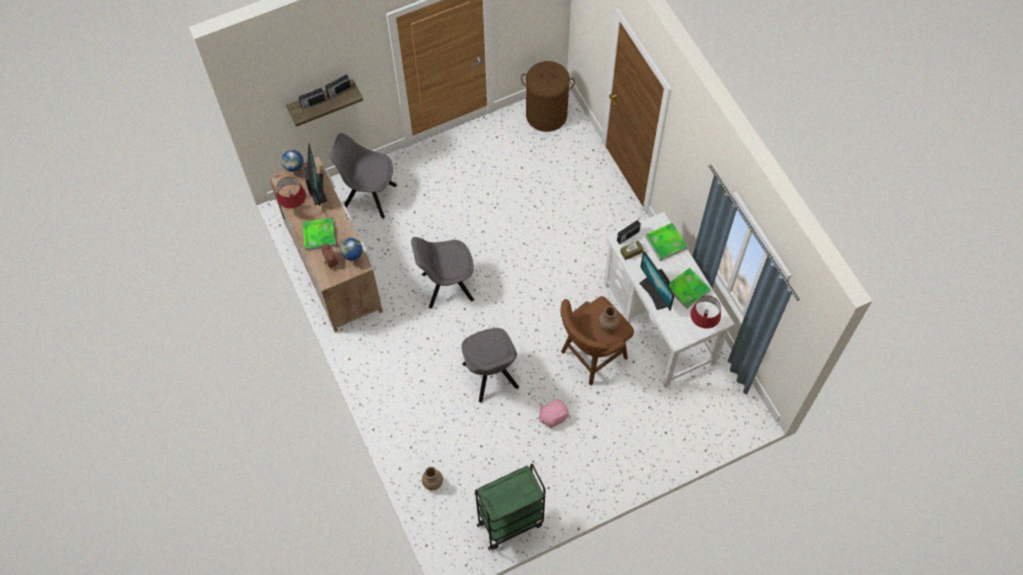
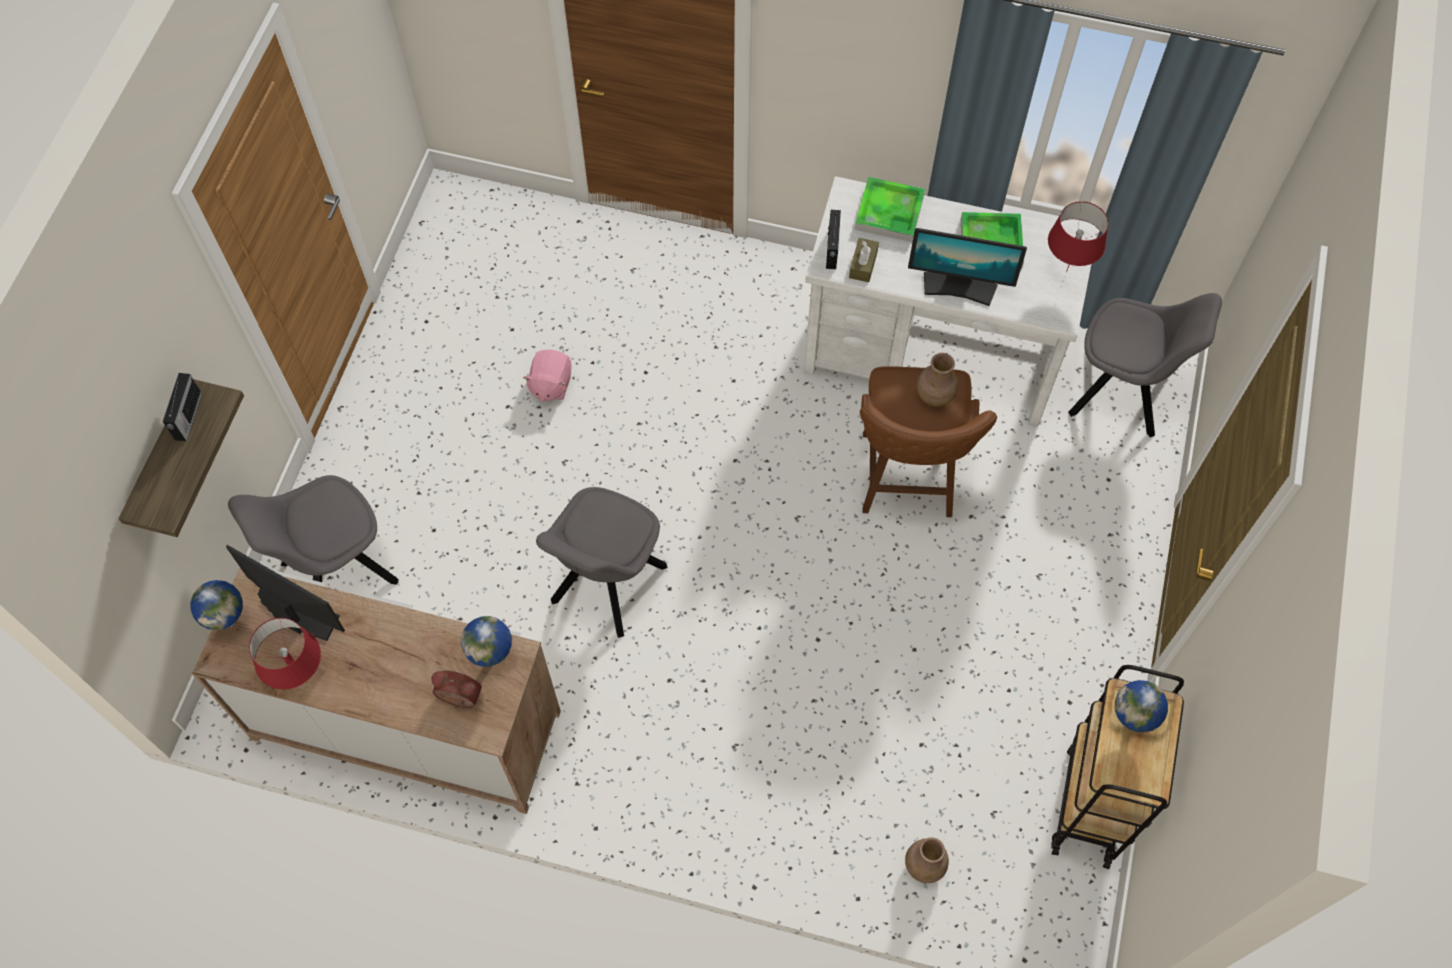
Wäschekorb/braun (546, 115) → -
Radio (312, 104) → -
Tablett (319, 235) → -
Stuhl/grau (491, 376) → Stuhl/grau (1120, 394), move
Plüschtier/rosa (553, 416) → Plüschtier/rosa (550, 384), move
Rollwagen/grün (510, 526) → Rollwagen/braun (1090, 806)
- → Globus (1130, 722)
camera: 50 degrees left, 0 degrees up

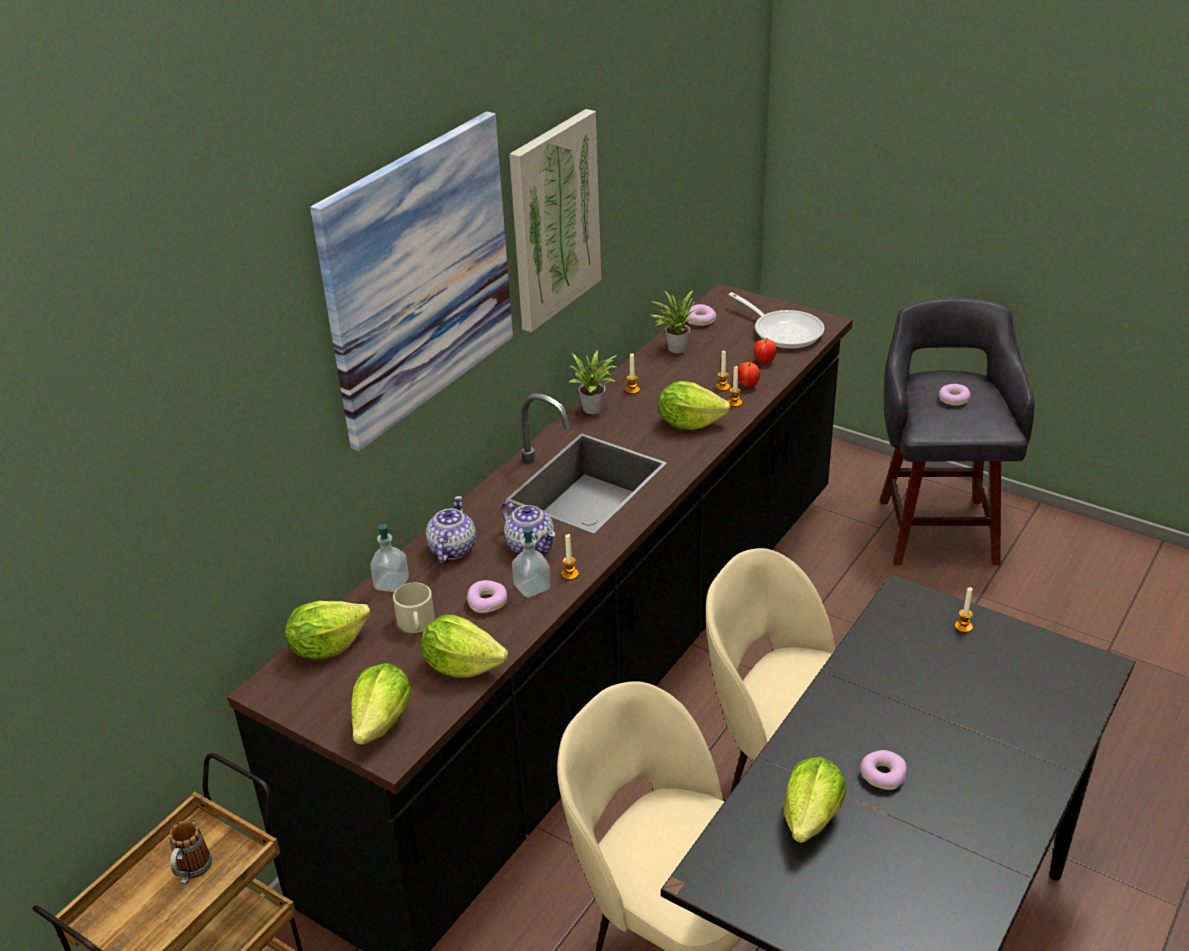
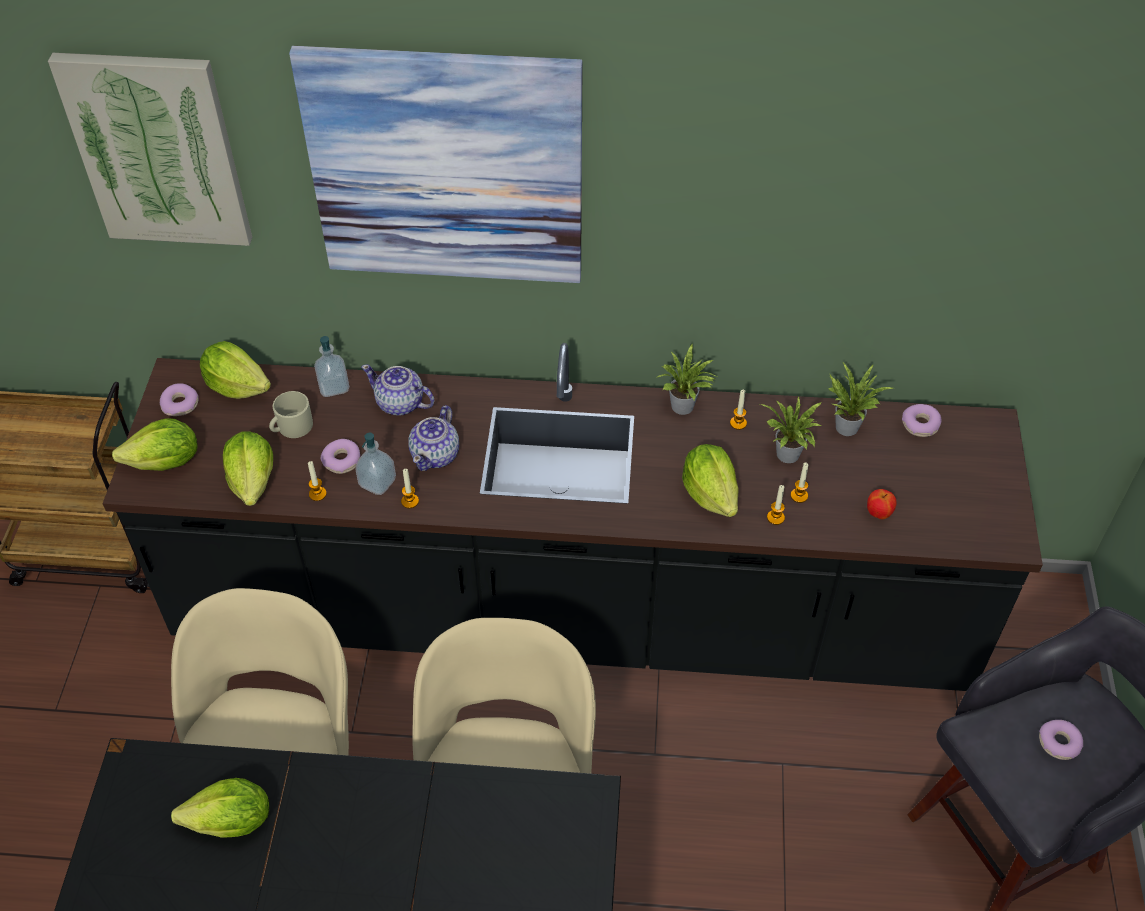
Bild (553, 220) → Bild (158, 150), move
Pfanne (783, 331) → -
Apfel (748, 385) → -
Teekanne (451, 549) → Teekanne (400, 404), 135 degrees counterclockwise
Kerze (963, 627) → Kerze (317, 494), move
Donut (882, 775) → Donut (180, 404), move
Henkelbecher (191, 872) → -
- → Topfpflanze (787, 457)
camera: 60 degrees right, 15 degrees up

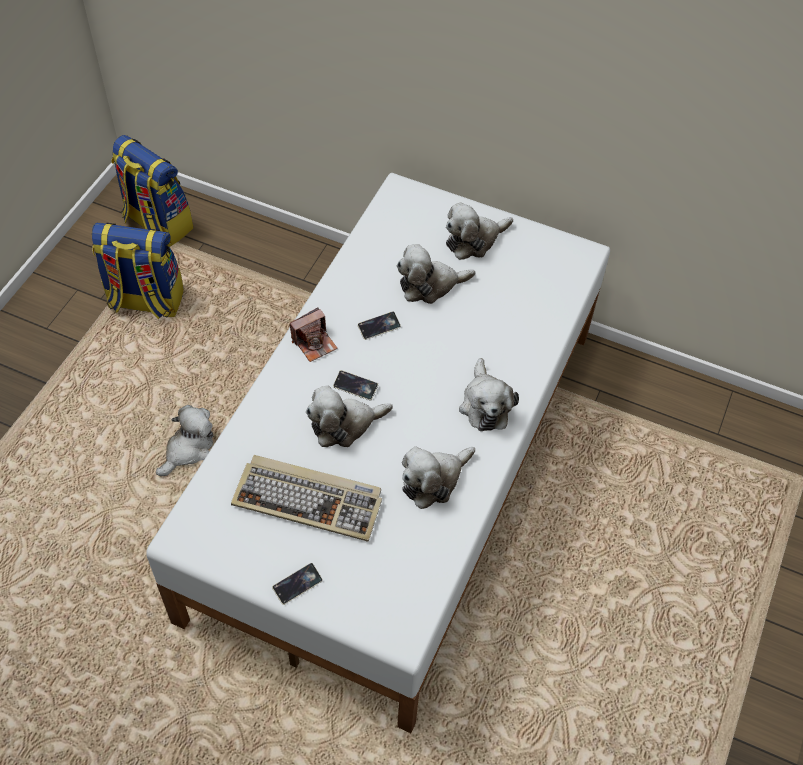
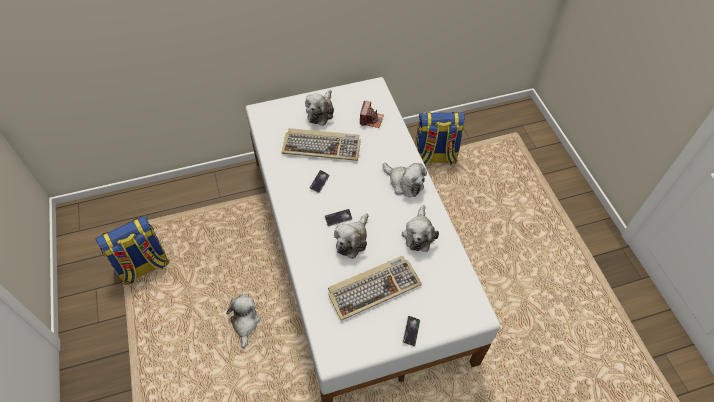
Rucksack (157, 224) → Rucksack (434, 157), move
Plüschtier (430, 285) → Tastatur (322, 146)
Kamera (314, 343) → Kamera (371, 119), move
camera: 40 degrees left, 0 degrees up

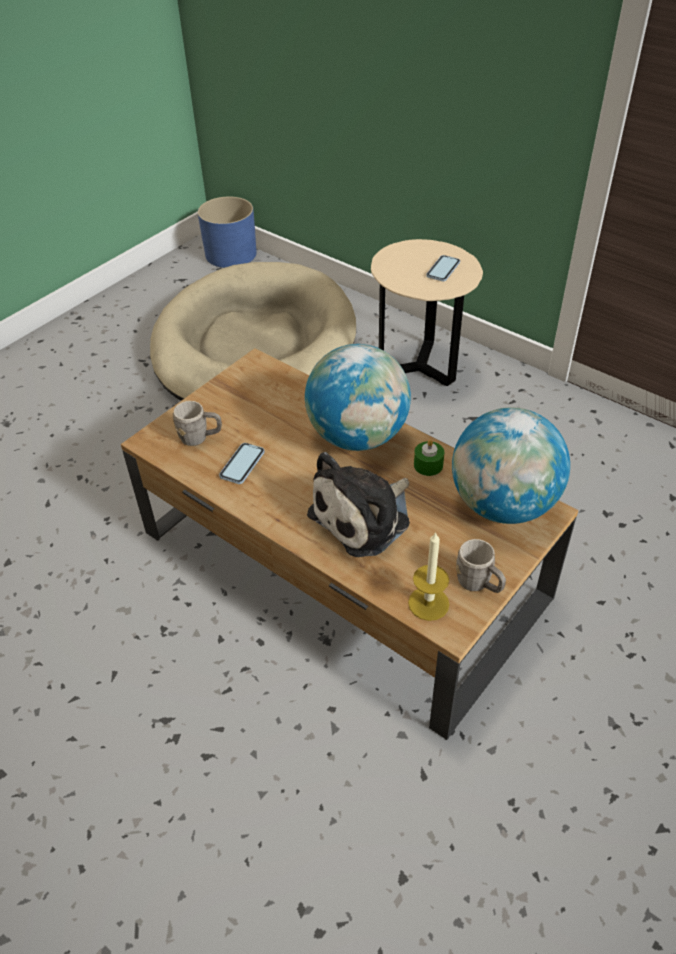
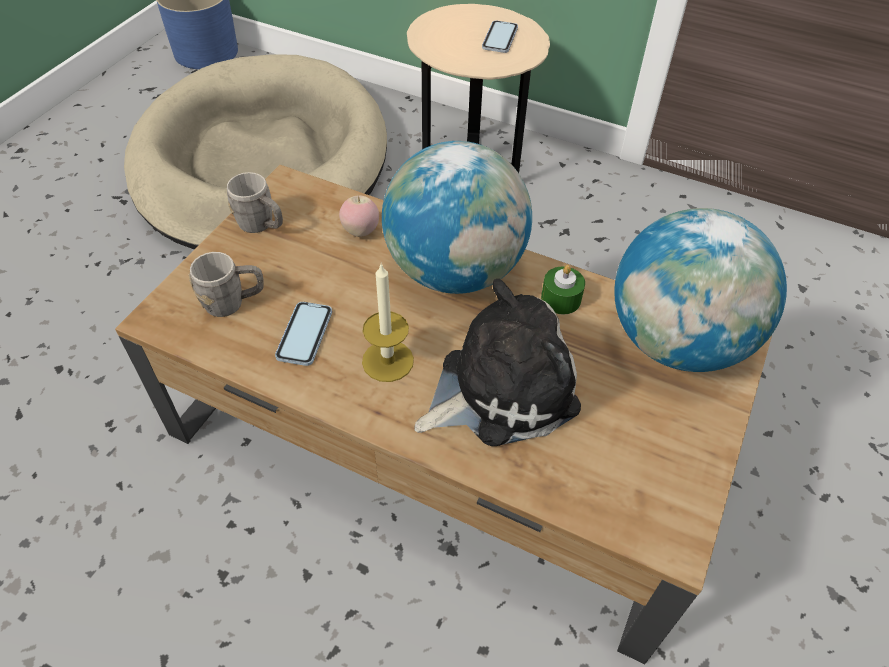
Plüschtier (364, 517) → Plüschtier (499, 388), 150 degrees counterclockwise
Kerze (428, 603) → Kerze (388, 361), move
Henkelbecher/grau (479, 584) → Henkelbecher/grau (261, 225), move
- → Apfel (361, 231)
camera: 15 degrees left, 5 degrees up

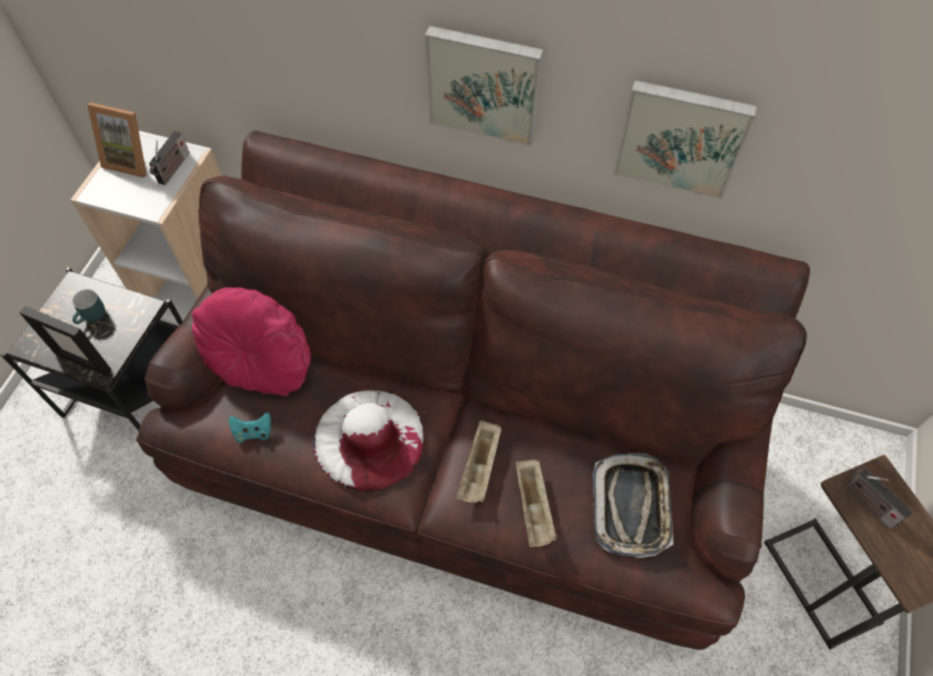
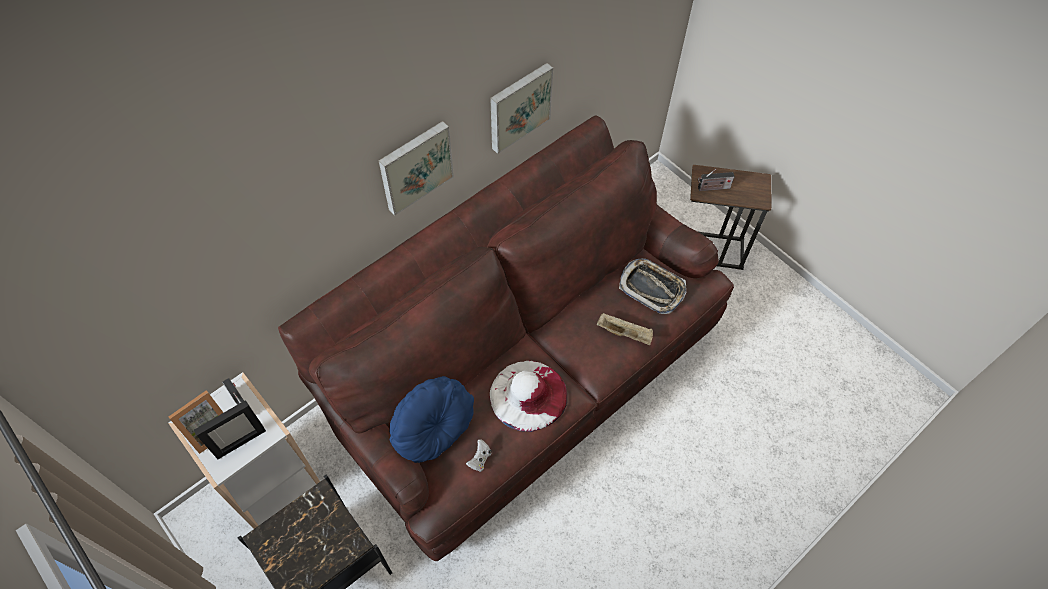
Kissen/rosa (263, 370) → Kissen/blau (435, 434)
Henkelbecher/türkis (93, 317) → -
Bilderrahmen (84, 360) → Bilderrahmen (240, 441), move
Gamepad/türkis (253, 432) → Gamepad/weiß (480, 459)
Tablett/beige (480, 468) → -
camera: 60 degrees left, 0 degrees up

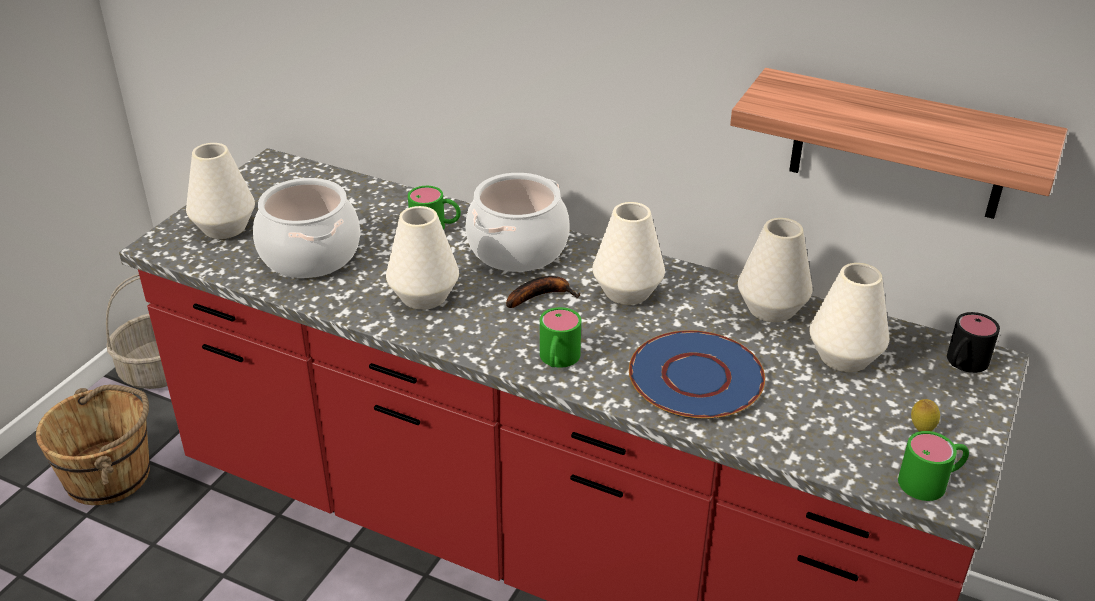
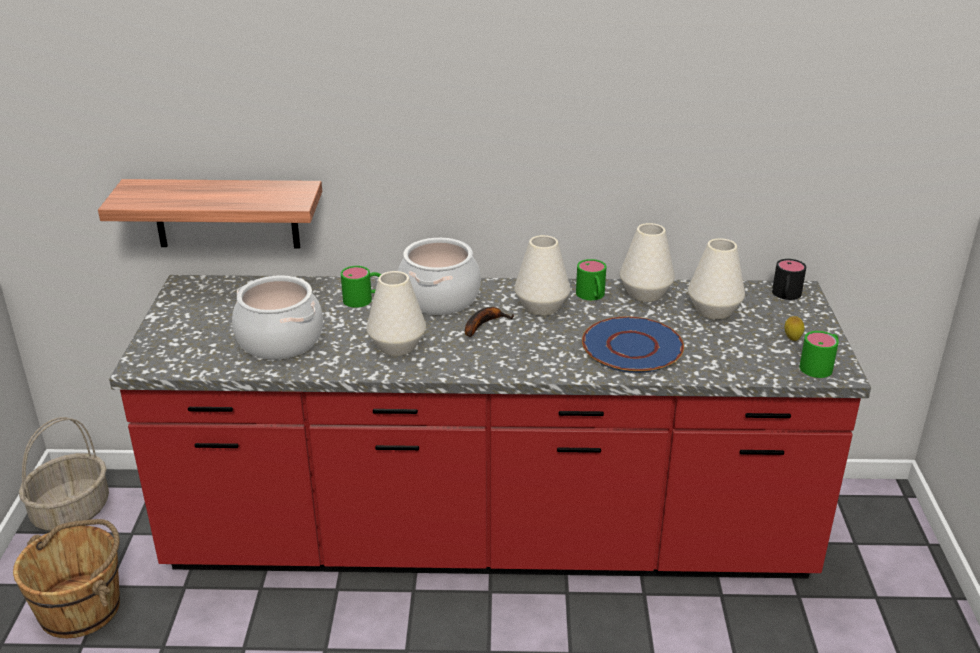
Wandregal (899, 145) → Wandregal (226, 213), move
Vase/weiß (225, 227) → -
Henkelbecher/grün (557, 360) → Henkelbecher/grün (592, 296), move
camera: 25 degrees left, 5 degrees down

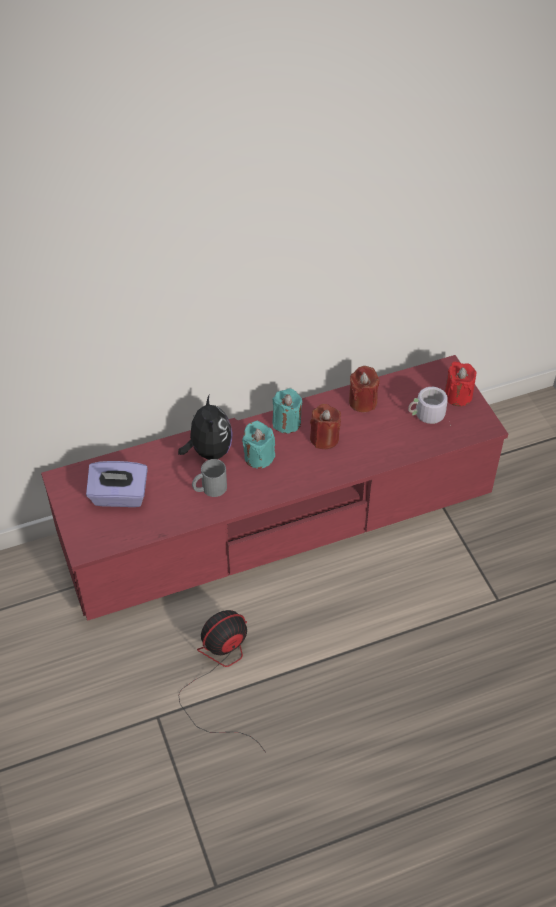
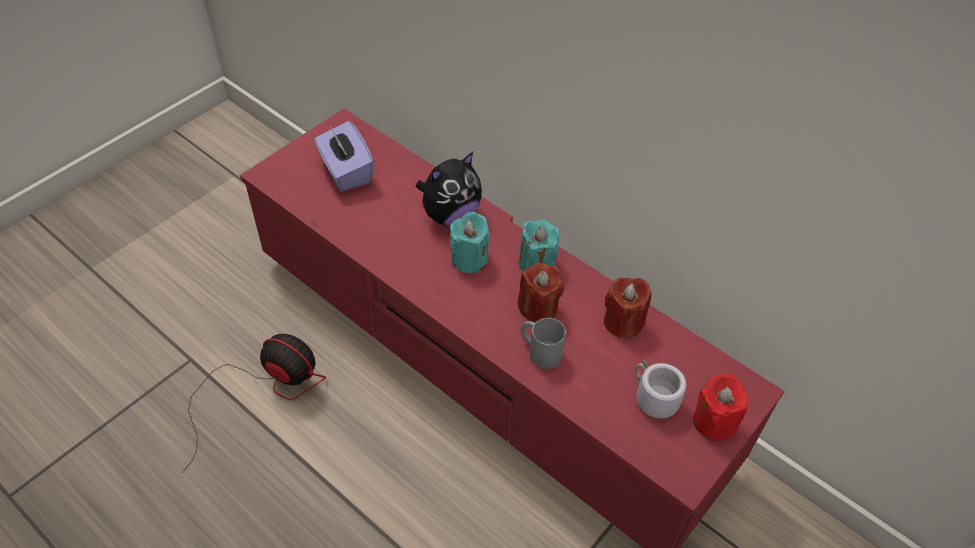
Henkelbecher/grau (209, 489) → Henkelbecher/grau (539, 351), move
camera: 60 degrees right, 0 degrees up

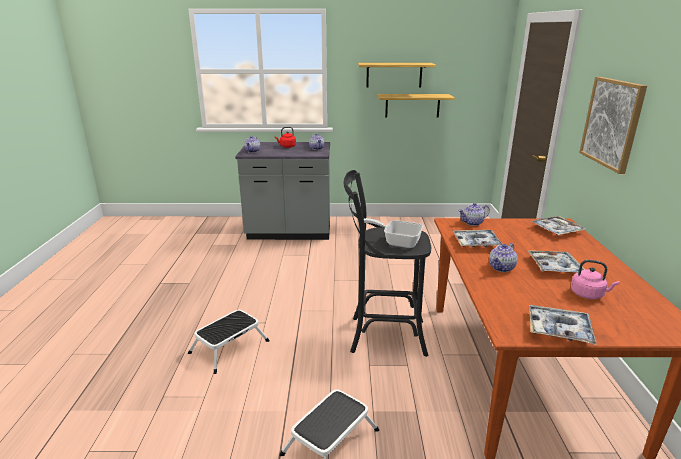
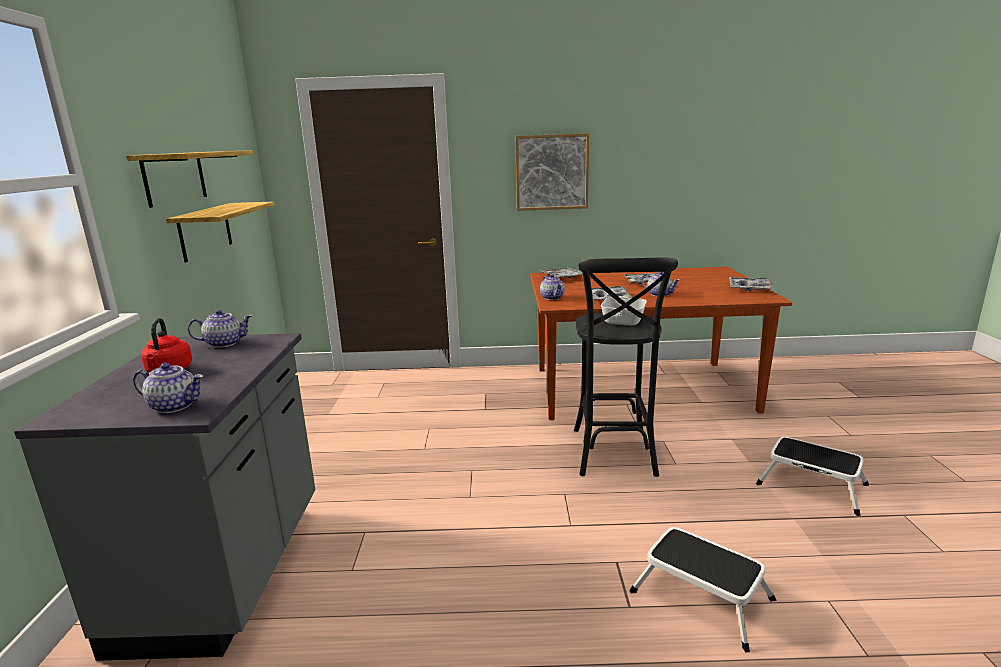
Wasserkessel/rosa (588, 294) → -
camera: 90 degrees left, 5 degrees down

